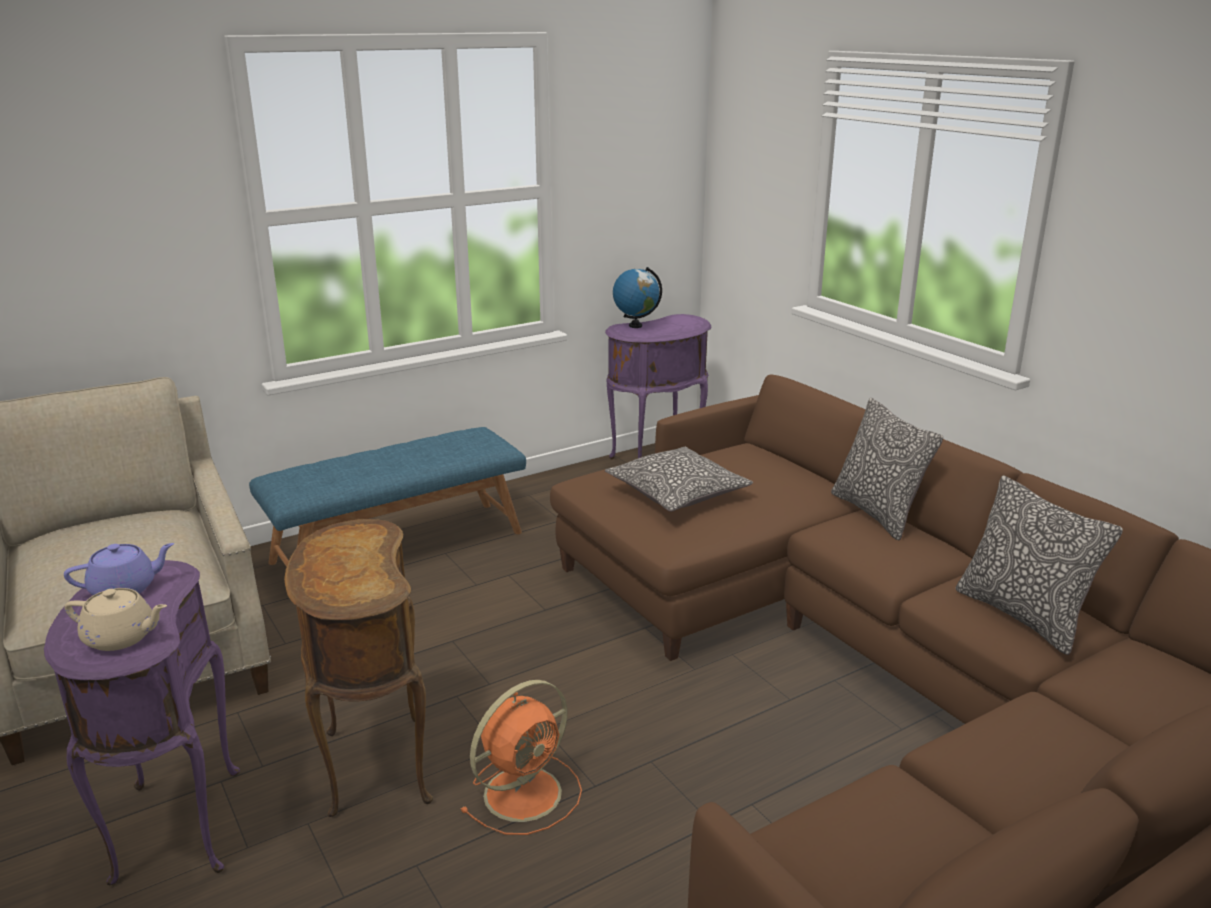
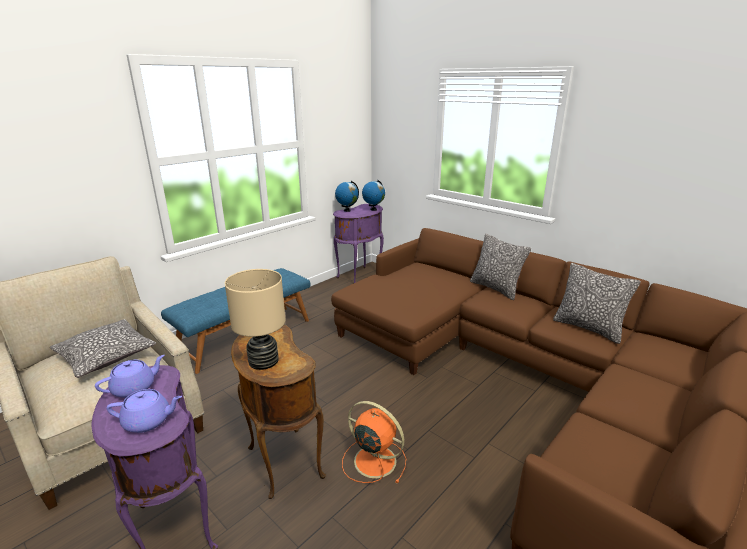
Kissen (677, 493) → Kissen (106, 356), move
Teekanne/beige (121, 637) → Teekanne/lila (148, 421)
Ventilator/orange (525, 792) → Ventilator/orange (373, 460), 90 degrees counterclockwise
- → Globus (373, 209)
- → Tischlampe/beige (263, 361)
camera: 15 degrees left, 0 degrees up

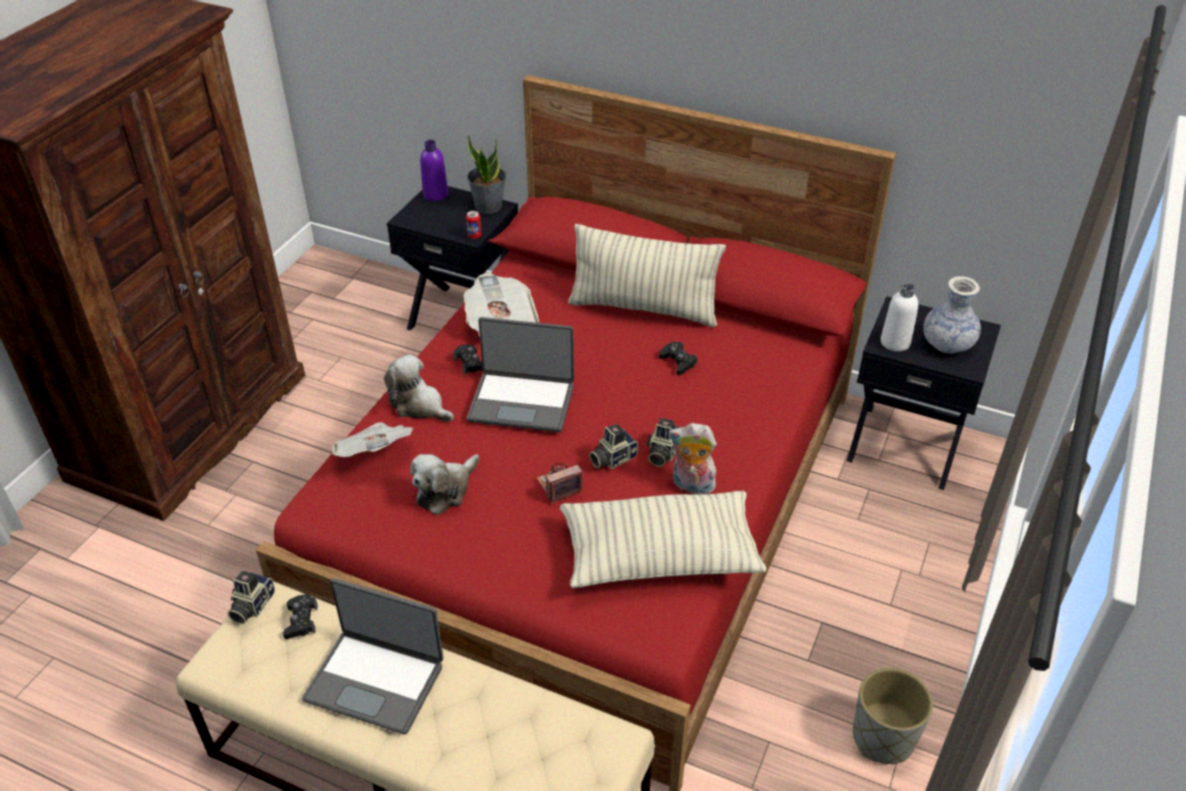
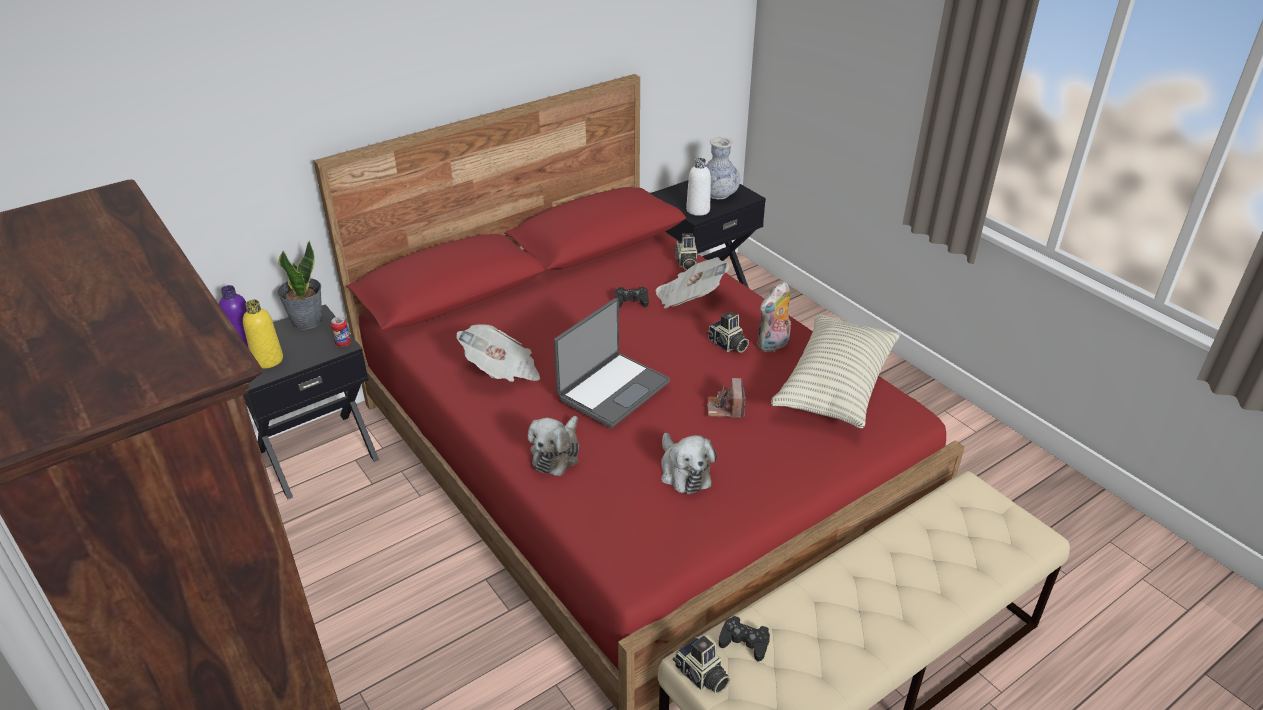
Kissen (643, 309) → -
Gamepad/schwarz (471, 363) → -
Plüschtier (419, 405) → Plüschtier (557, 453), 45 degrees counterclockwise
Zeitung (375, 454) → Zeitung (689, 298), move
Kamera (612, 458) → Kamera (685, 263), move
Laptop (376, 680) → -
Pflanzkübel/grau (883, 738) → -
- → Flasche/gelb (268, 360)
camera: 60 degrees left, 5 degrees down

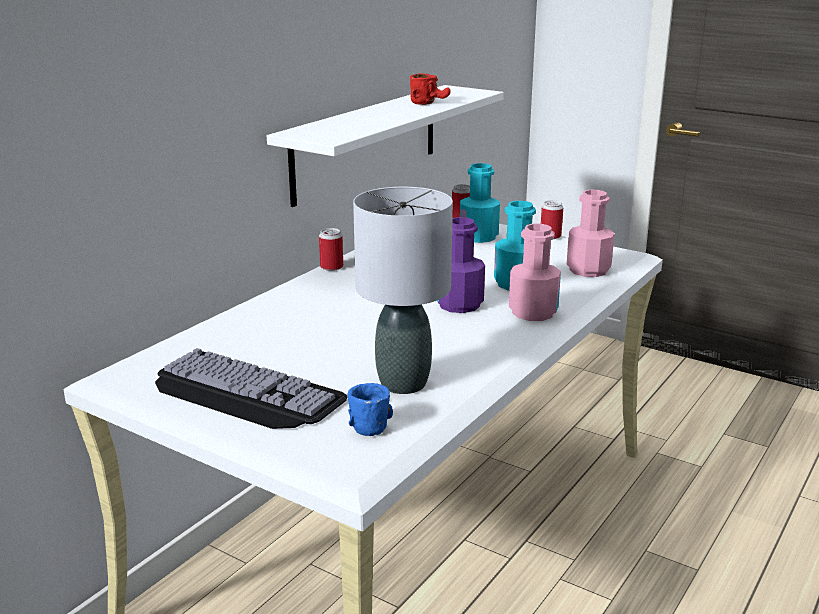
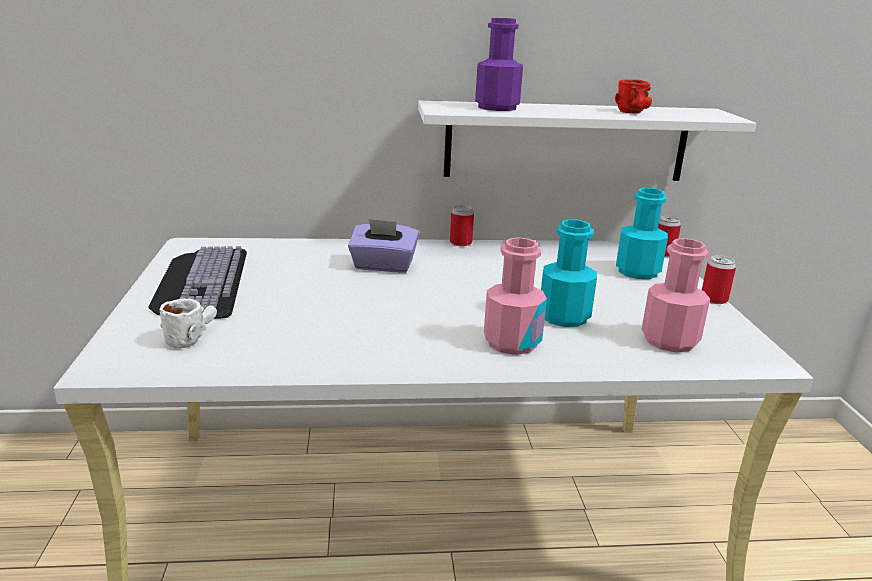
Tischlampe/grau (403, 383) → -
Flasche/lila (459, 304) → Flasche/lila (497, 107), move
Henkelbecher/blau (363, 423) → Henkelbecher/weiß (191, 336)
- → Taschentuchbox/lila (383, 266)
camera: 50 degrees right, 0 degrees up

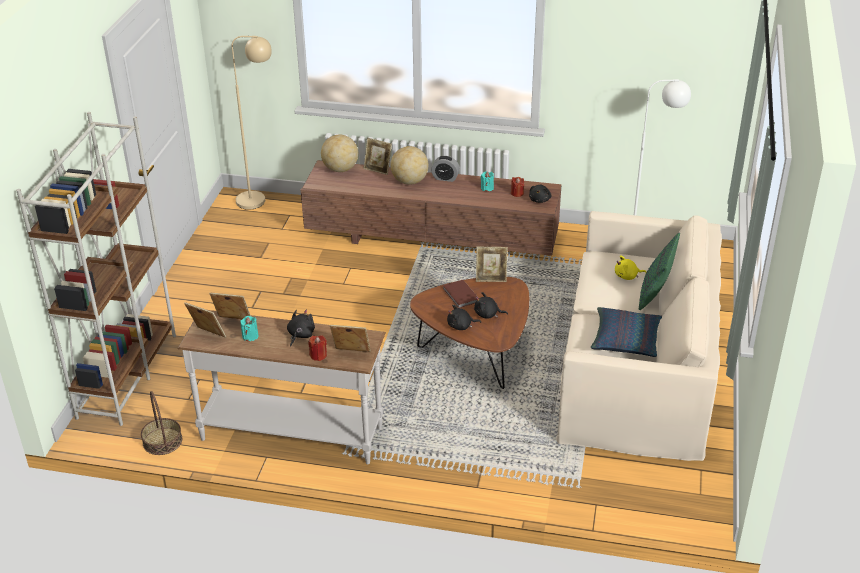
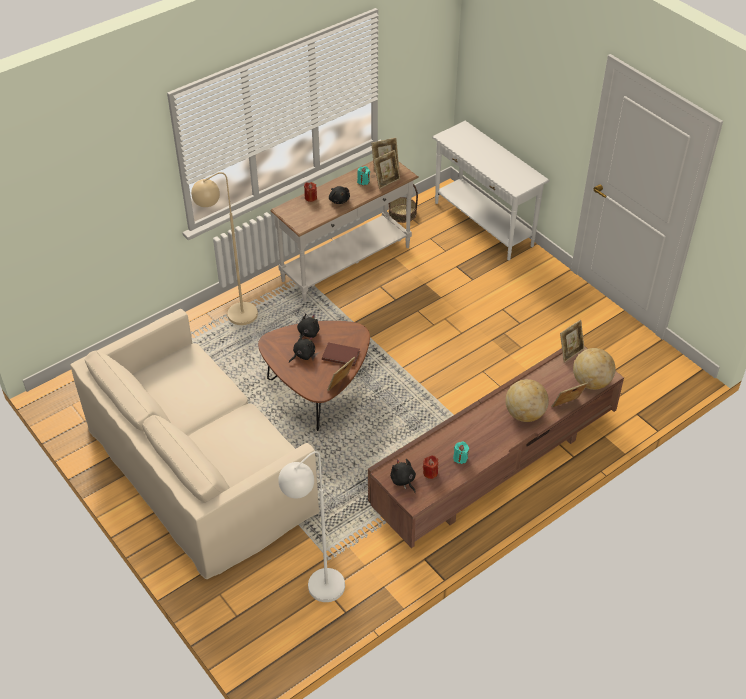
Stehlampe/beige (260, 202) → Stehlampe/beige (235, 320), move
Bücherregal/braun (128, 375) → Konsolentisch/weiß (484, 224)
Wecker (445, 178) → -
Kissen/grün (655, 294) → -
Plüschtier/gelb (627, 276) → -
Kissen/blau (625, 340) → -
Bilderrahmen (351, 354) → Bilderrahmen (570, 352), move
camera: 130 degrees right, 10 degrees up

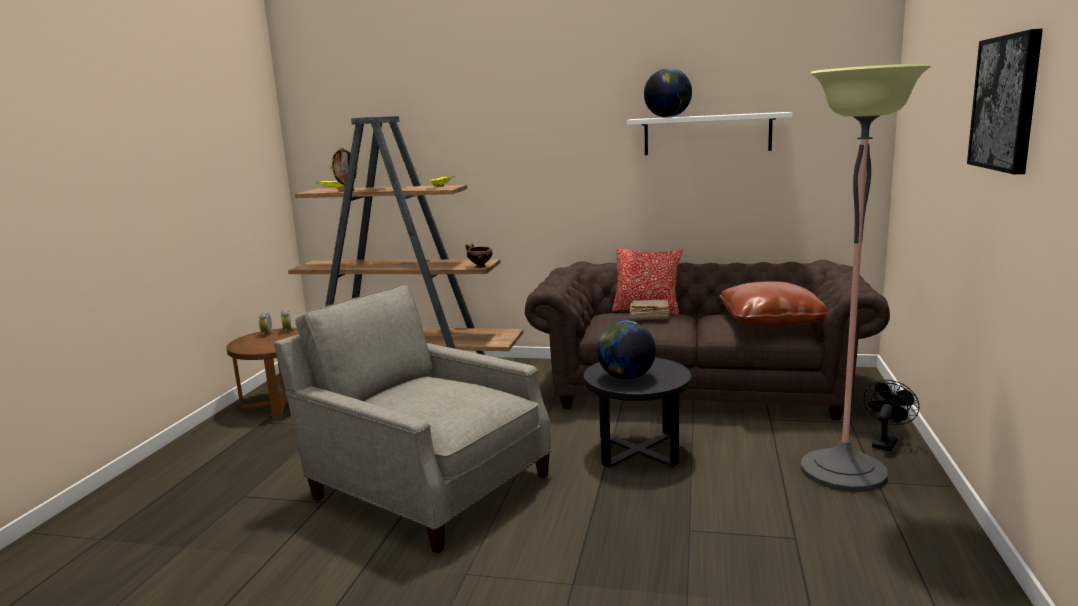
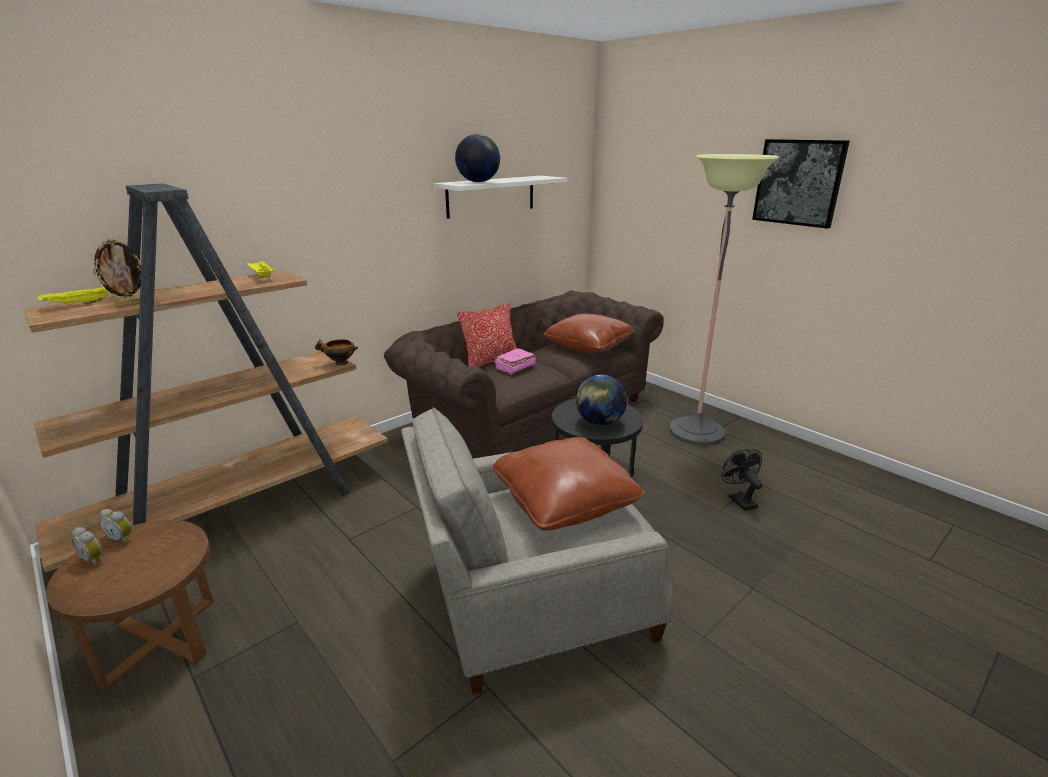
Buch/braun (649, 317) → Buch/rosa (514, 368)
Ventilator/schwarz (885, 442) → Ventilator/schwarz (739, 499), move
- → Kissen/braun (564, 500)
camera: 55 degrees left, 10 degrees up

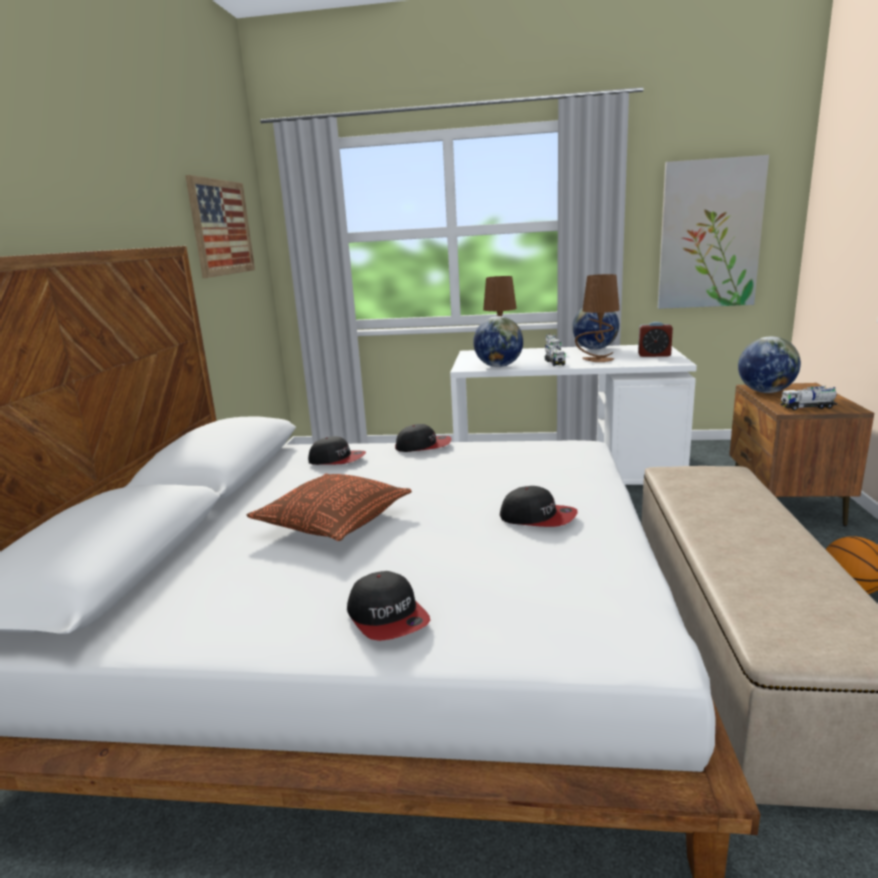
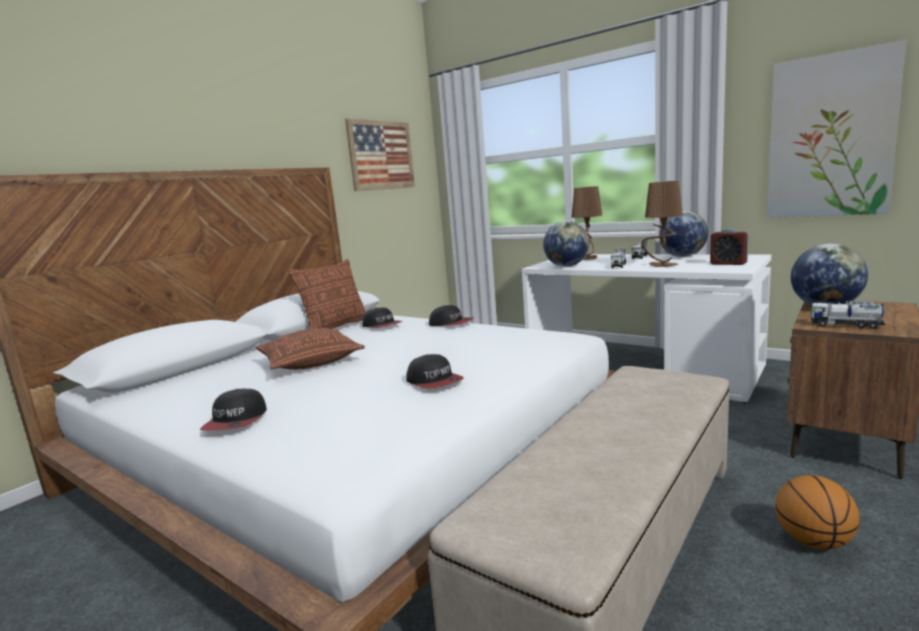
- → Kissen/braun (336, 328)
camera: 30 degrees right, 5 degrees down

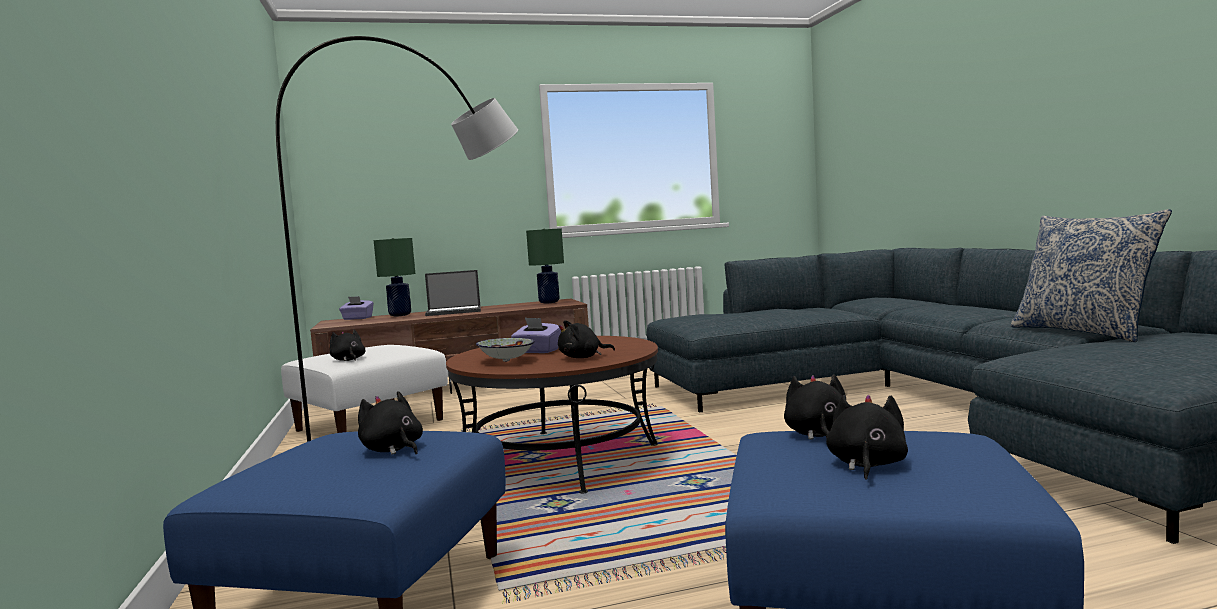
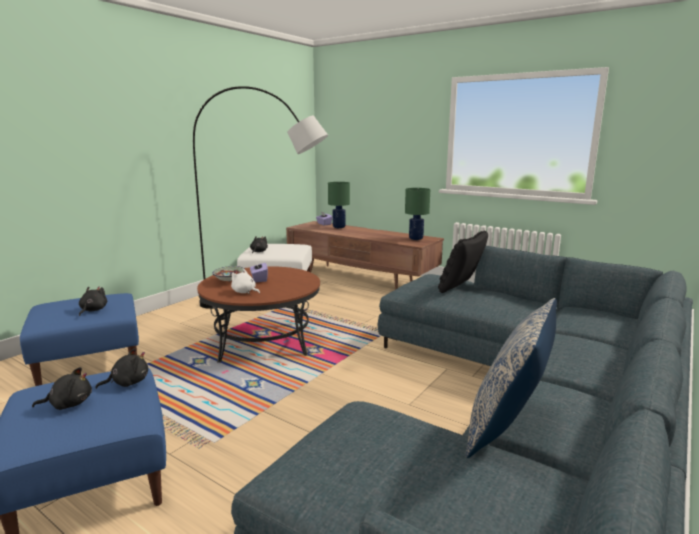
Laptop (454, 311) → -
Plüschtier/schwarz (583, 357) → Plüschtier/weiß (244, 292)
- → Kissen/schwarz (461, 288)
camera: 50 degrees right, 10 degrees up

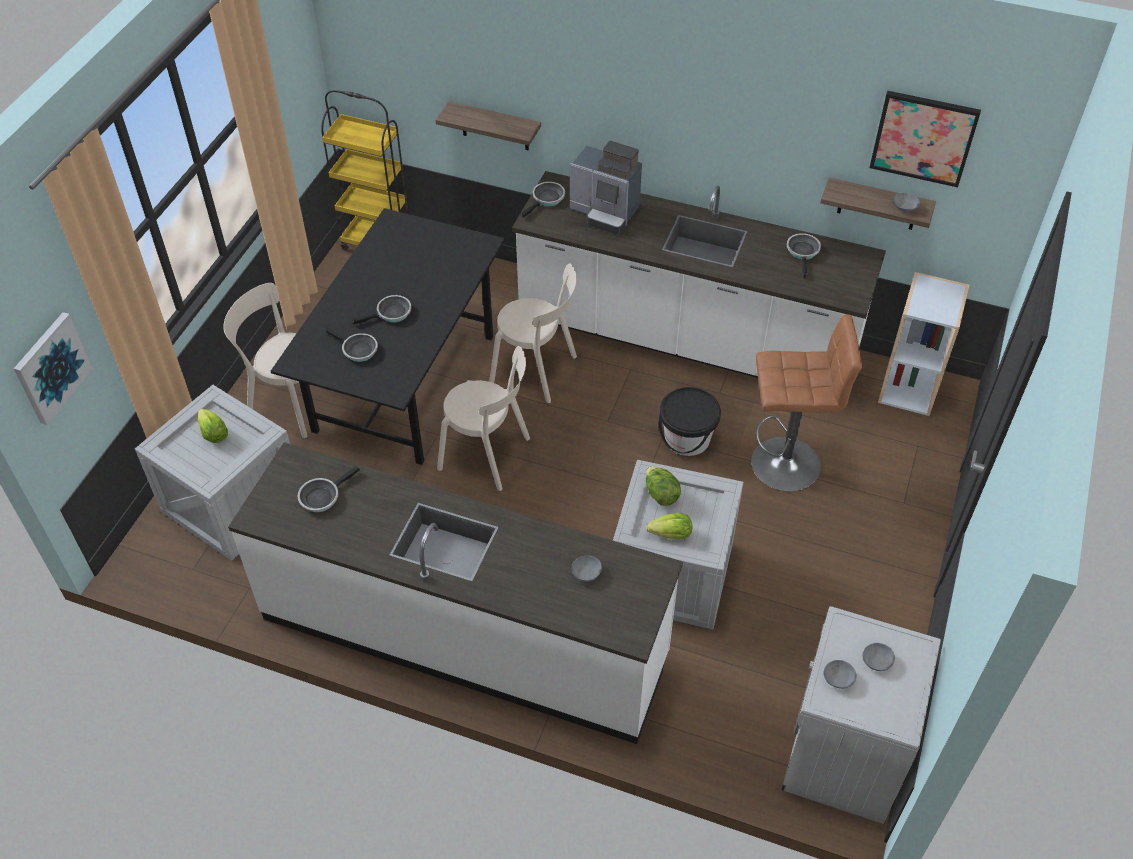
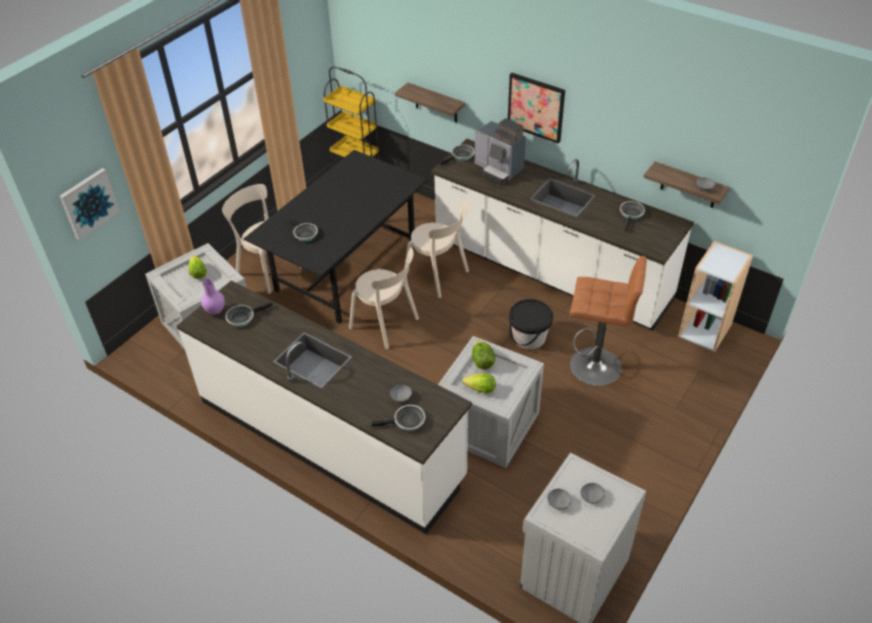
Bild (923, 138) → Bild (536, 107), move
Pfanne (391, 314) → Pfanne (406, 422), move
- → Vase/lila (215, 311)
camera: 15 degrees right, 5 degrees down

